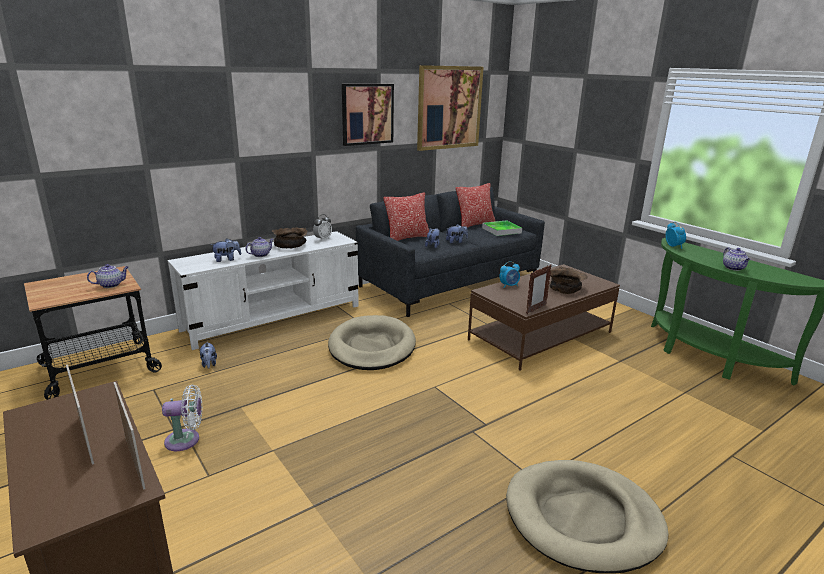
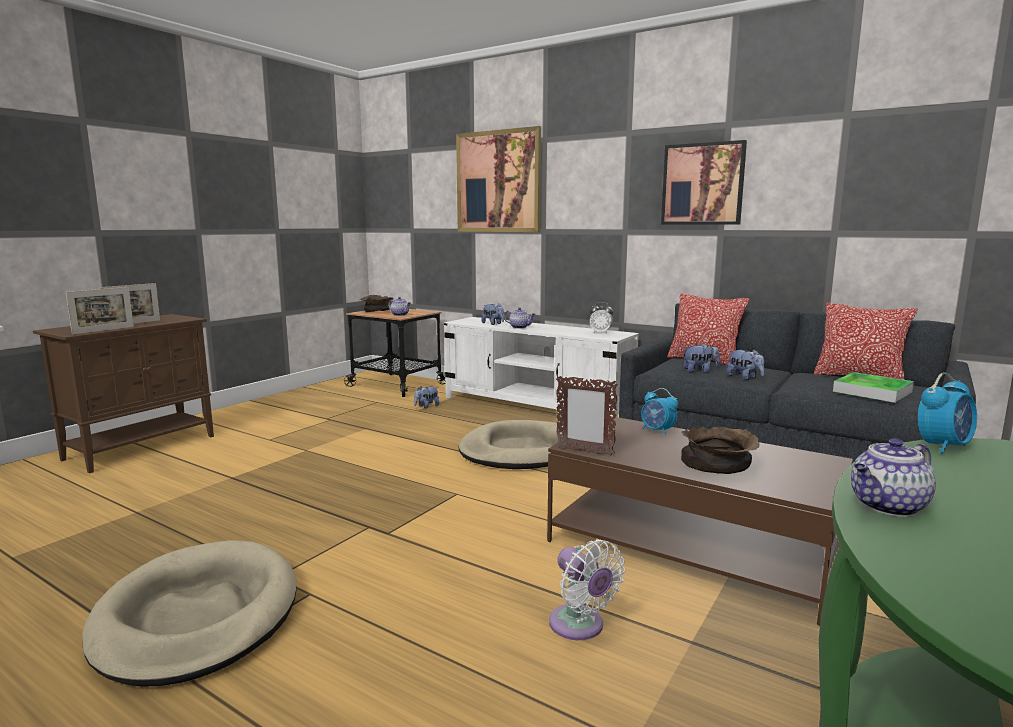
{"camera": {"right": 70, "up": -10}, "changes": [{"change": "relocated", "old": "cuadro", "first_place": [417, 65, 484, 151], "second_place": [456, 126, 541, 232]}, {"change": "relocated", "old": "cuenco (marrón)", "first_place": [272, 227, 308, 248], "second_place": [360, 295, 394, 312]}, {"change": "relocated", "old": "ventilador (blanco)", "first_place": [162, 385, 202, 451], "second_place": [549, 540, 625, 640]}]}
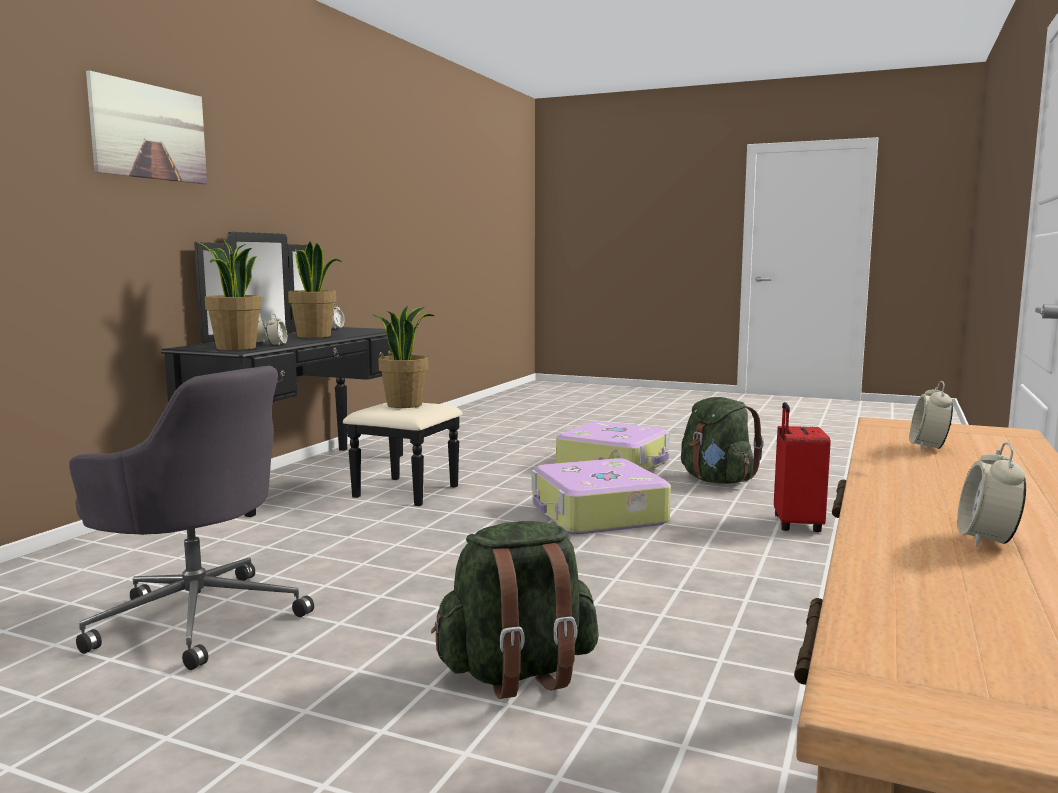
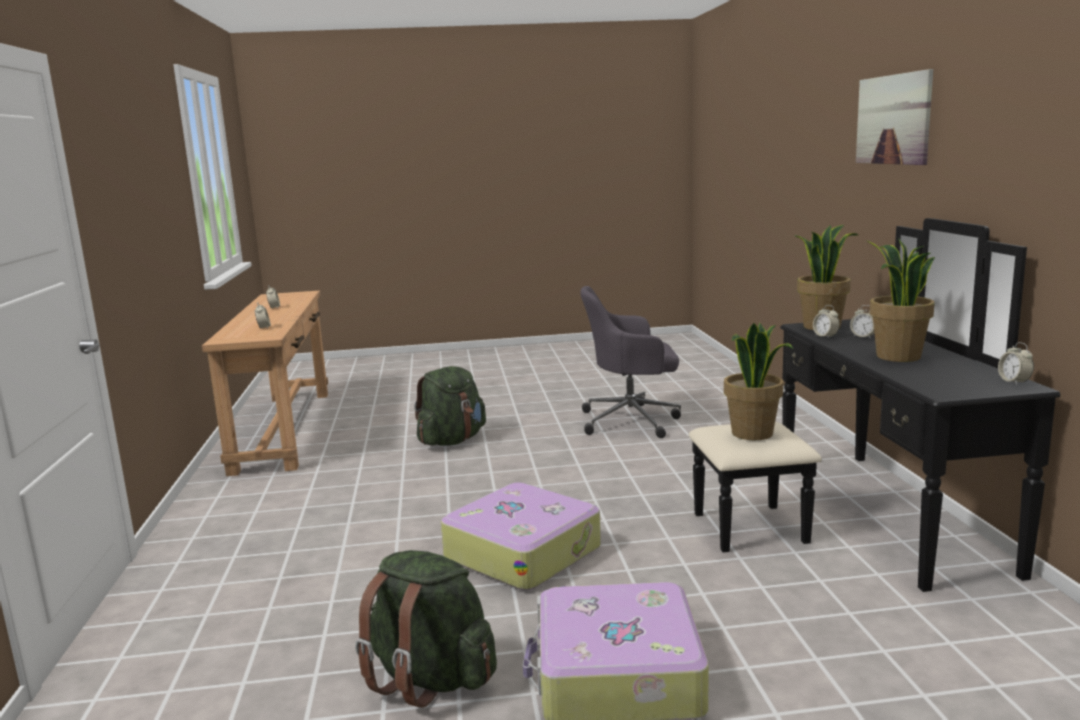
{"camera": {"right": 150, "up": 5}, "changes": [{"change": "missing", "old": "maleta (rojo)", "first_place": [774, 402, 831, 532]}]}
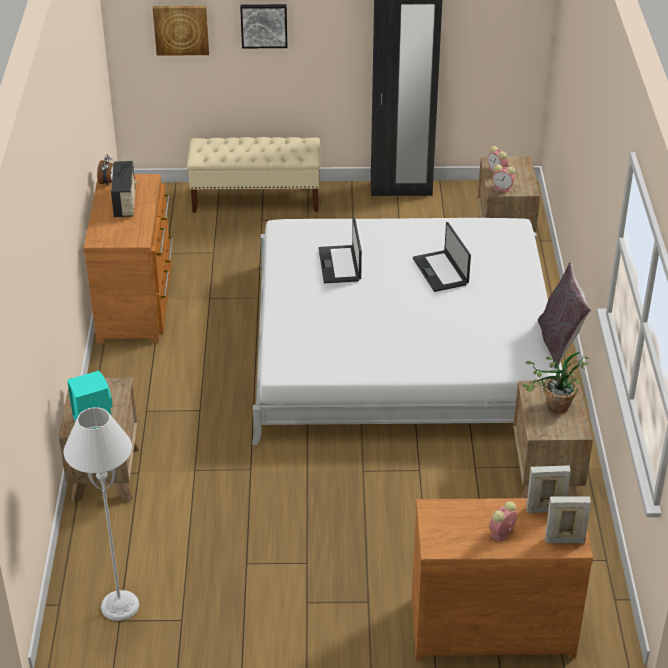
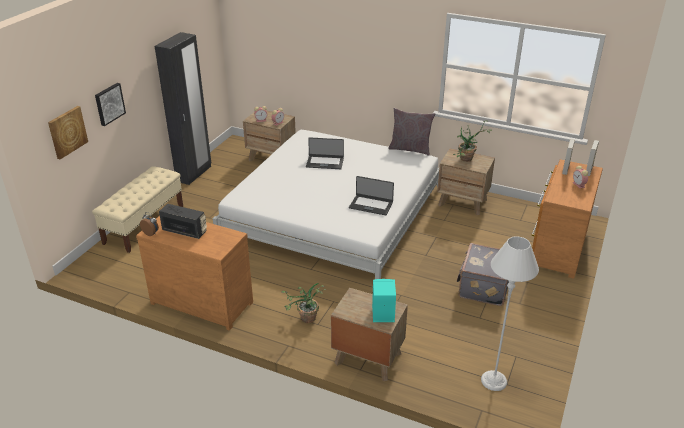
{"camera": {"right": -65, "up": -5}, "changes": [{"change": "relocated", "old": "portátil", "first_place": [318, 217, 362, 283], "second_place": [349, 176, 394, 215]}, {"change": "appeared", "new": "maleta (gris)", "second_place": [457, 243, 509, 306]}, {"change": "appeared", "new": "planta en maceta", "second_place": [282, 283, 326, 323]}]}
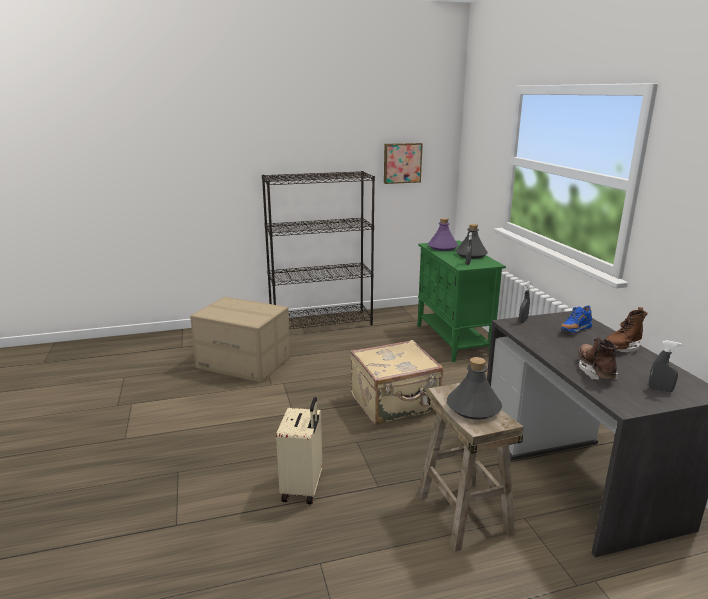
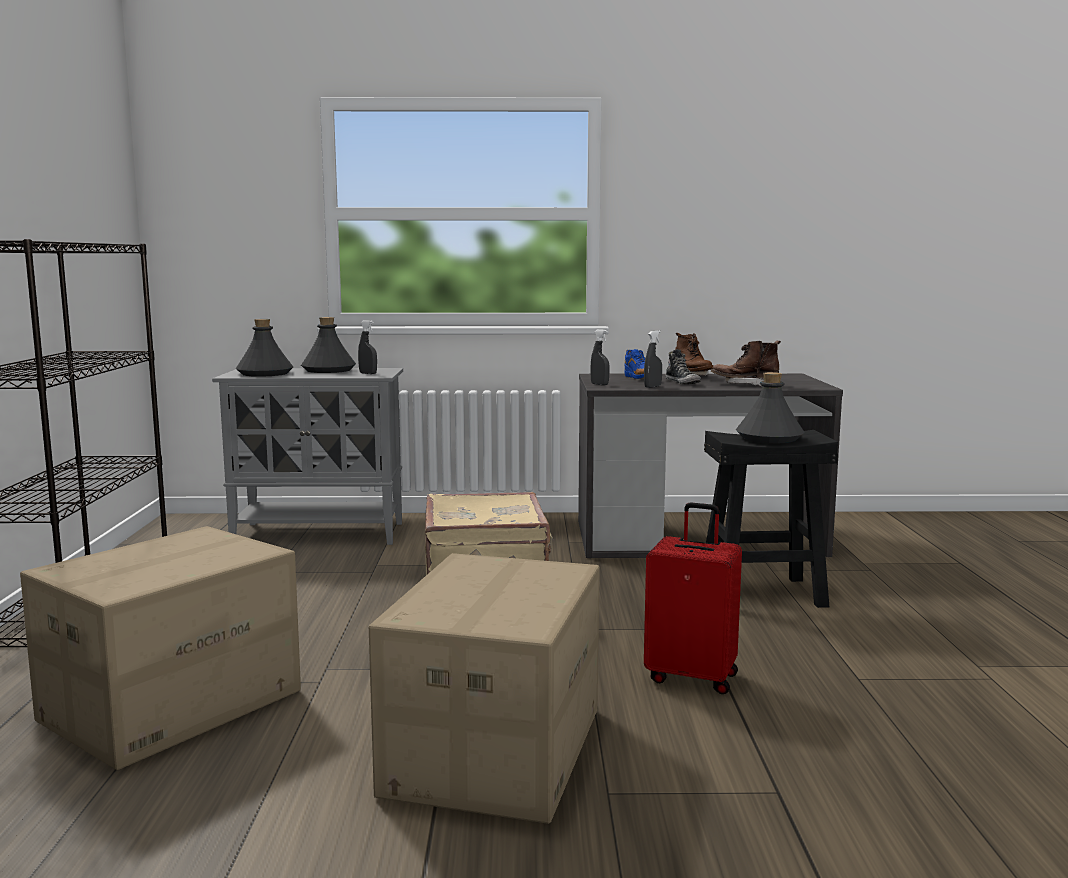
{"camera": {"right": -75, "up": -10}, "changes": [{"change": "missing", "old": "cuadro", "first_place": [384, 143, 423, 184]}, {"change": "colour", "old": "botella (morado)", "new": "botella (gris)", "first_place": [428, 218, 458, 251], "second_place": [236, 319, 293, 377]}, {"change": "colour", "old": "armario (verde)", "new": "armario (gris)", "first_place": [418, 241, 506, 362], "second_place": [212, 368, 403, 545]}, {"change": "relocated", "old": "pulverizador (gris)", "first_place": [649, 340, 682, 392], "second_place": [644, 330, 662, 388]}, {"change": "colour", "old": "taburete (beis)", "new": "taburete (negro)", "first_place": [417, 383, 524, 552], "second_place": [704, 430, 838, 608]}, {"change": "colour", "old": "maleta (beis)", "new": "maleta (rojo)", "first_place": [276, 397, 322, 504], "second_place": [644, 502, 742, 694]}, {"change": "appeared", "new": "zapato", "second_place": [666, 349, 701, 384]}, {"change": "appeared", "new": "caja de cartón", "second_place": [369, 553, 600, 824]}]}
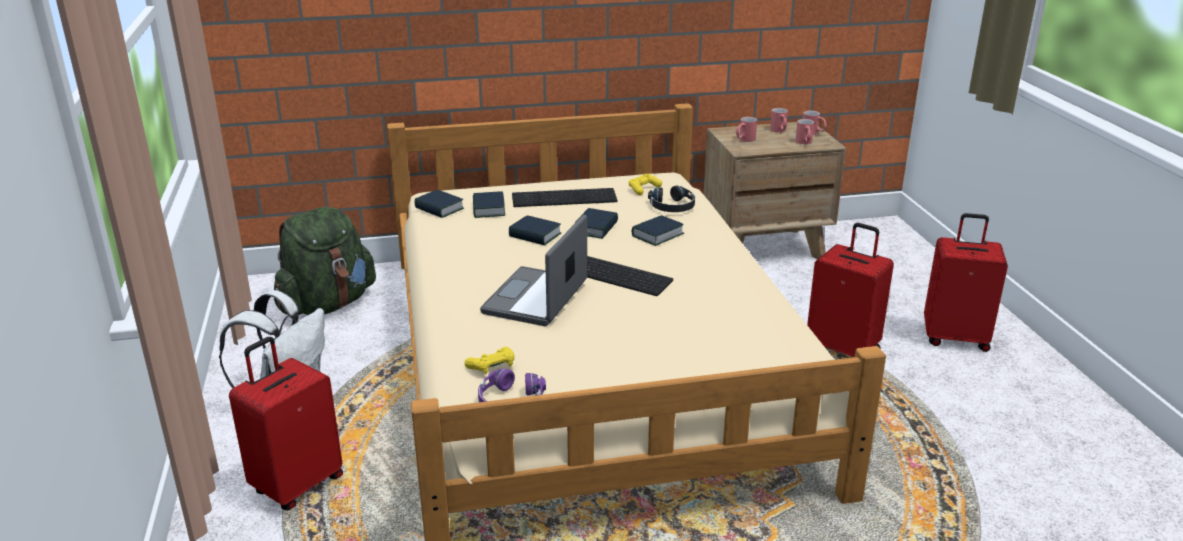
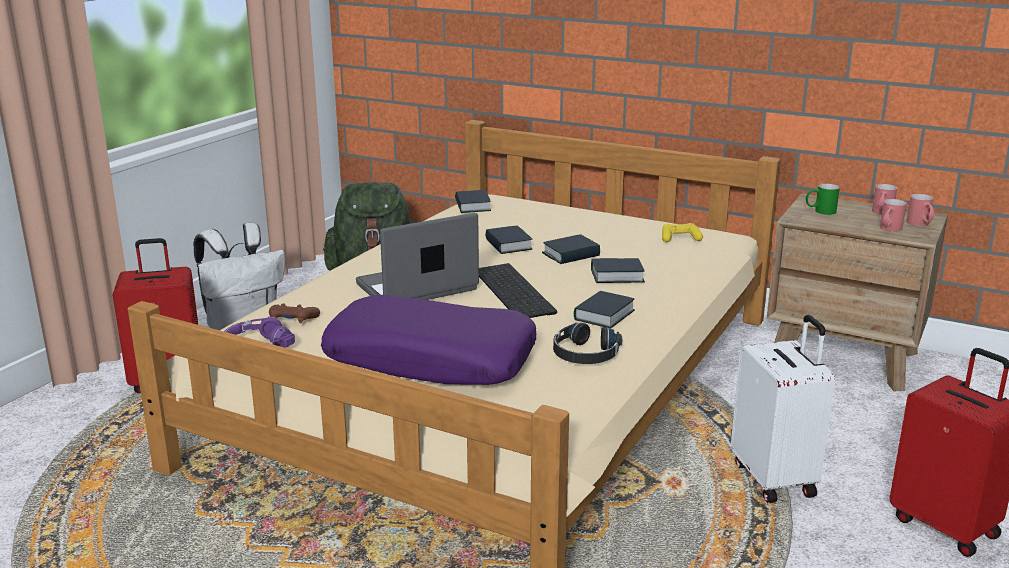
{"camera": {"right": 40, "up": -5}, "changes": [{"change": "colour", "old": "taza grande (rojo)", "new": "taza grande (verde)", "first_place": [736, 117, 757, 142], "second_place": [806, 184, 840, 215]}, {"change": "relocated", "old": "auriculares (negro)", "first_place": [648, 186, 695, 212], "second_place": [553, 323, 622, 364]}, {"change": "missing", "old": "teclado", "first_place": [512, 188, 617, 207]}, {"change": "relocated", "old": "libro", "first_place": [473, 191, 505, 218], "second_place": [574, 291, 635, 328]}, {"change": "colour", "old": "maleta (rojo)", "new": "maleta (blanco)", "first_place": [807, 223, 894, 357], "second_place": [731, 315, 835, 503]}, {"change": "colour", "old": "mando de consola (amarillo)", "new": "mando de consola (marrón)", "first_place": [464, 347, 515, 374], "second_place": [269, 303, 320, 324]}, {"change": "appeared", "new": "cojín (morado)", "second_place": [321, 295, 536, 385]}]}
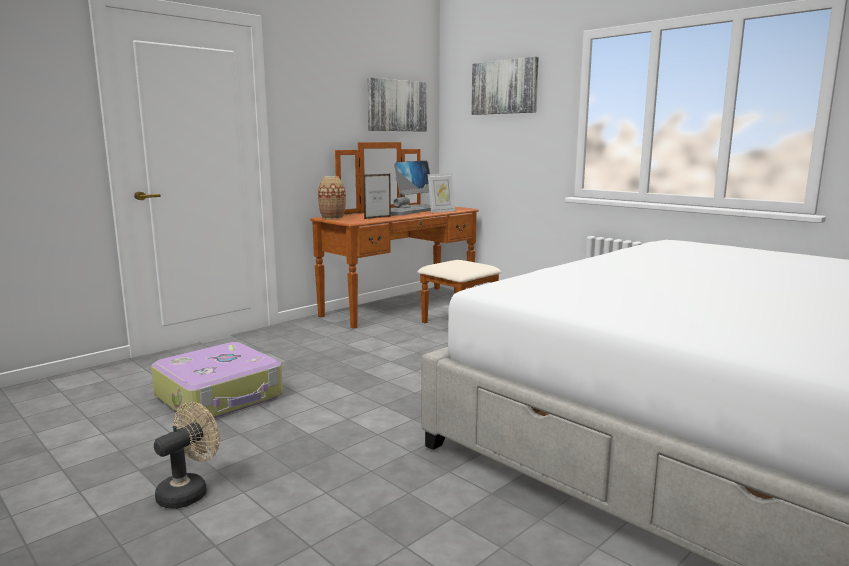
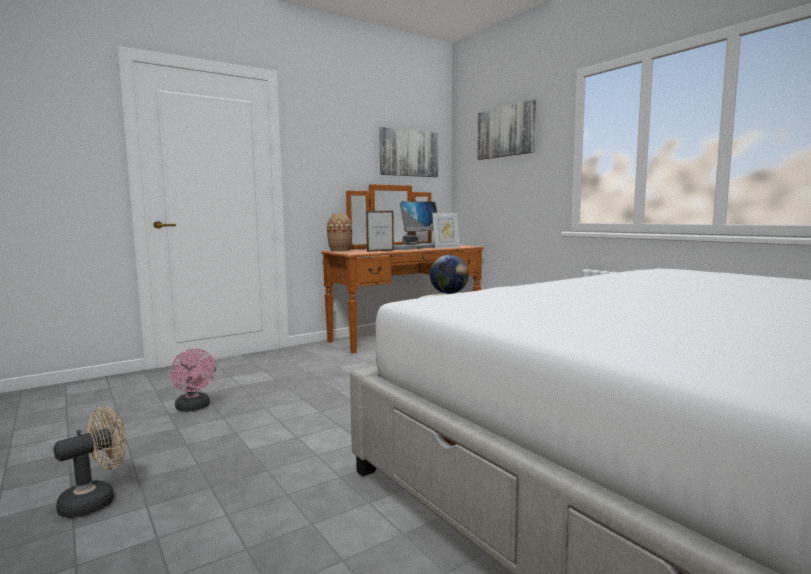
{"camera": {"right": 10, "up": -5}, "changes": [{"change": "exchanged", "old": "maleta", "new": "ventilador (rosa)", "first_place": [151, 342, 283, 421], "second_place": [170, 349, 216, 412]}, {"change": "appeared", "new": "globo terráqueo", "second_place": [430, 255, 469, 294]}]}
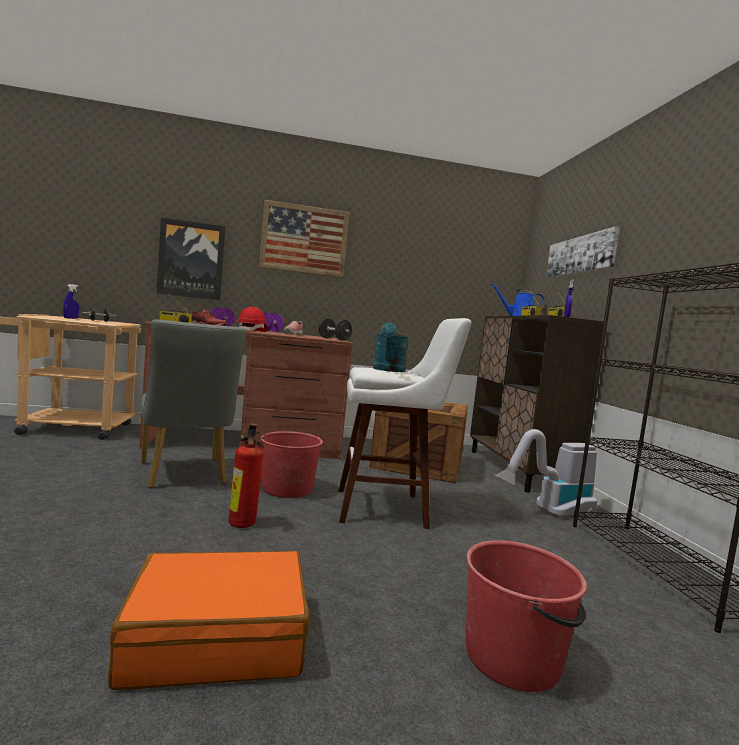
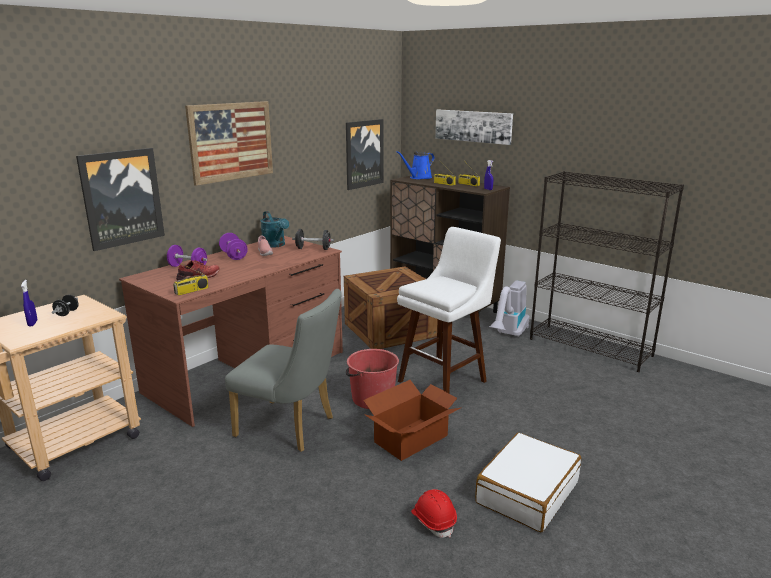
{"camera": {"right": -40, "up": 15}, "changes": [{"change": "relocated", "old": "casco (rojo)", "first_place": [237, 307, 268, 332], "second_place": [411, 489, 457, 538]}, {"change": "relocated", "old": "regadera (turquesa)", "first_place": [373, 322, 408, 372], "second_place": [260, 211, 289, 248]}, {"change": "exchanged", "old": "extintor", "new": "caja de cartón", "first_place": [228, 423, 265, 528], "second_place": [363, 380, 460, 461]}, {"change": "missing", "old": "cubo (rojo)", "first_place": [466, 540, 587, 692]}, {"change": "colour", "old": "maleta (naranja)", "new": "maleta (blanco)", "first_place": [108, 551, 309, 690], "second_place": [475, 433, 581, 532]}, {"change": "appeared", "new": "cuadro", "second_place": [346, 119, 384, 190]}]}
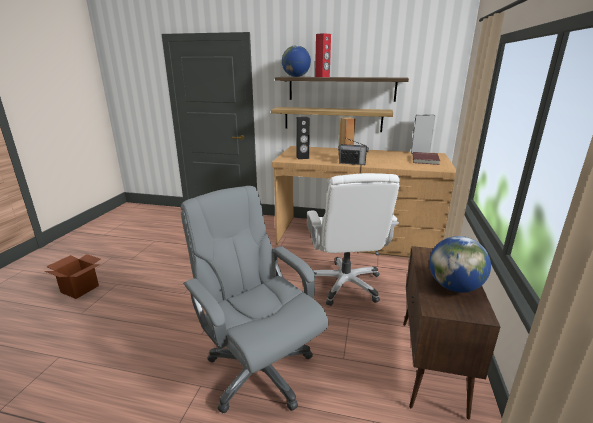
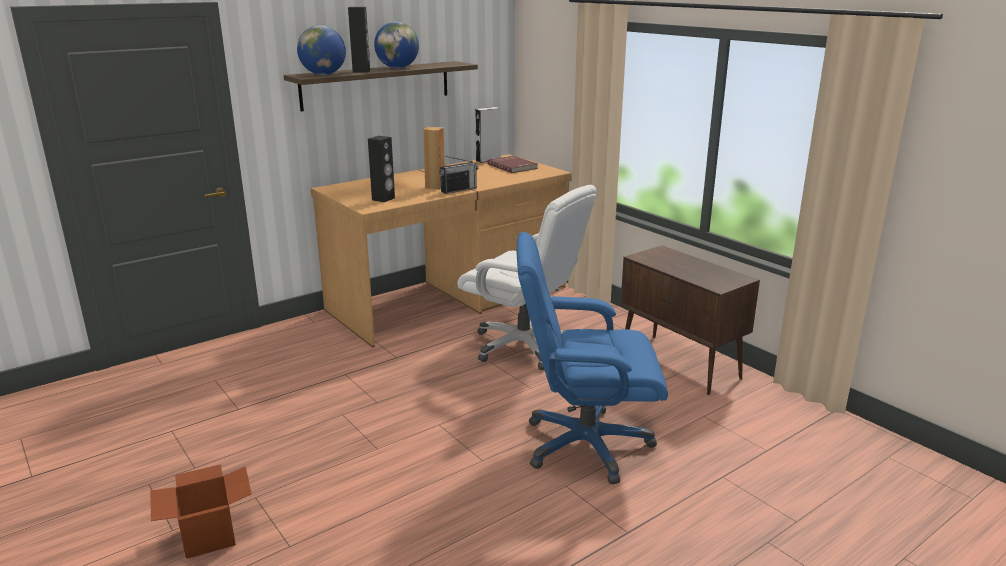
{"camera": {"right": -50, "up": 0}, "changes": [{"change": "colour", "old": "altavoz (rojo)", "new": "altavoz (negro)", "first_place": [315, 33, 331, 77], "second_place": [348, 7, 370, 73]}, {"change": "missing", "old": "estante", "first_place": [271, 107, 393, 132]}, {"change": "colour", "old": "silla de oficina (gris)", "new": "silla de oficina (azul)", "first_place": [181, 186, 329, 413], "second_place": [517, 232, 668, 484]}, {"change": "relocated", "old": "globo terráqueo", "first_place": [429, 236, 491, 293], "second_place": [374, 22, 419, 68]}]}
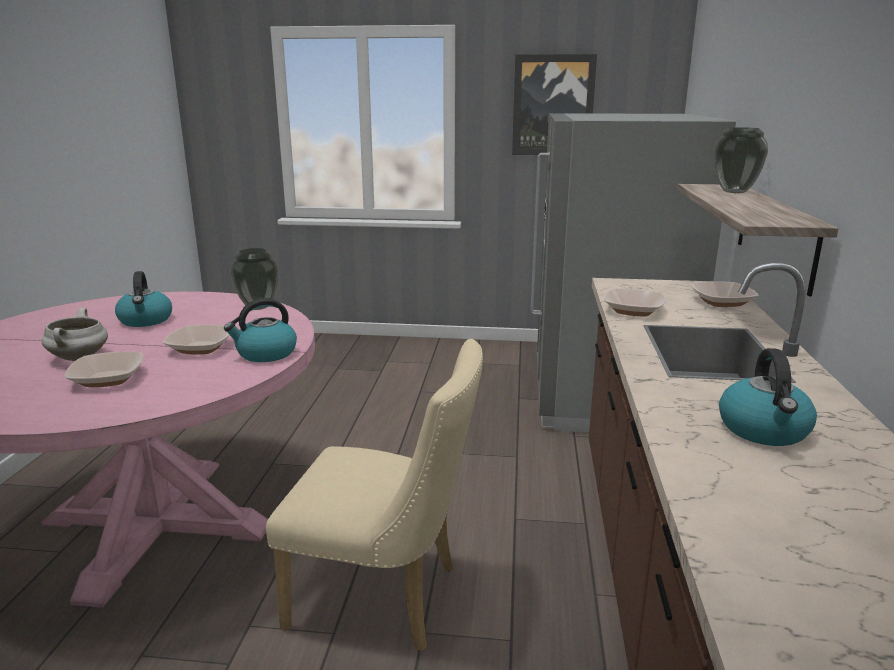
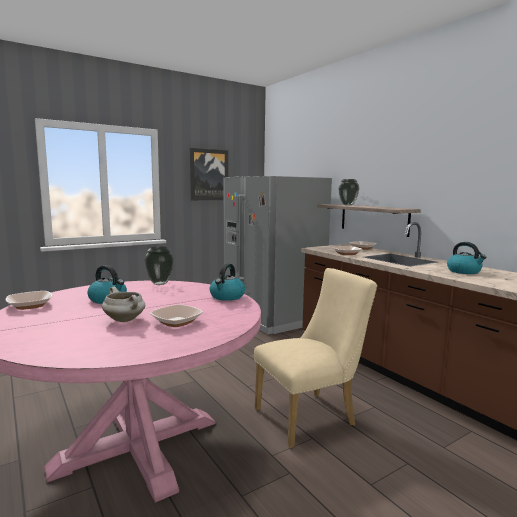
{"camera": {"right": -40, "up": -10}, "changes": [{"change": "relocated", "old": "cuenco", "first_place": [163, 325, 230, 355], "second_place": [6, 291, 52, 310]}]}
